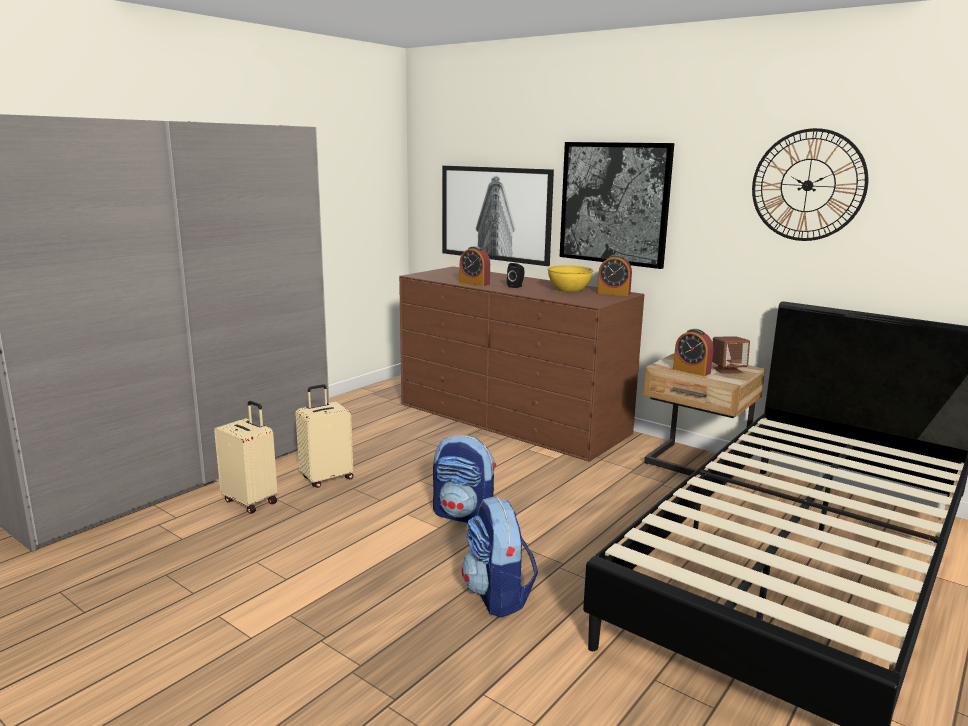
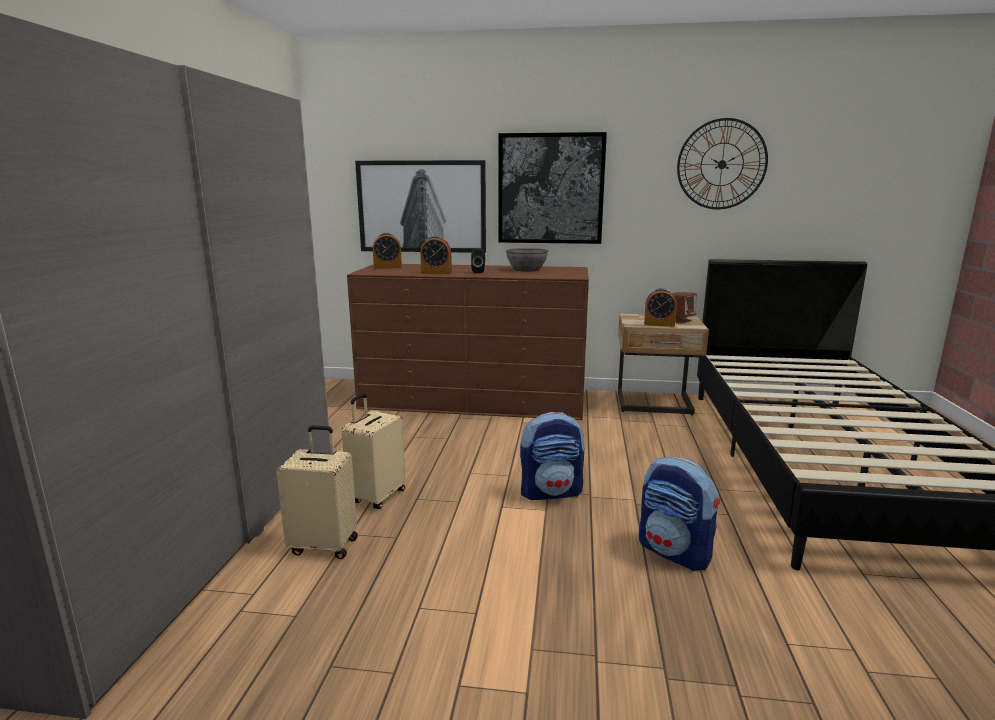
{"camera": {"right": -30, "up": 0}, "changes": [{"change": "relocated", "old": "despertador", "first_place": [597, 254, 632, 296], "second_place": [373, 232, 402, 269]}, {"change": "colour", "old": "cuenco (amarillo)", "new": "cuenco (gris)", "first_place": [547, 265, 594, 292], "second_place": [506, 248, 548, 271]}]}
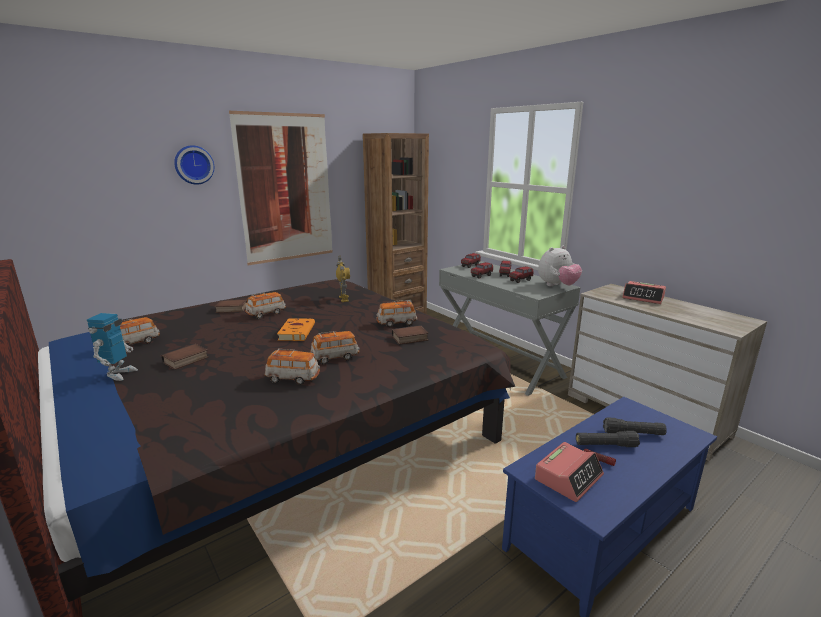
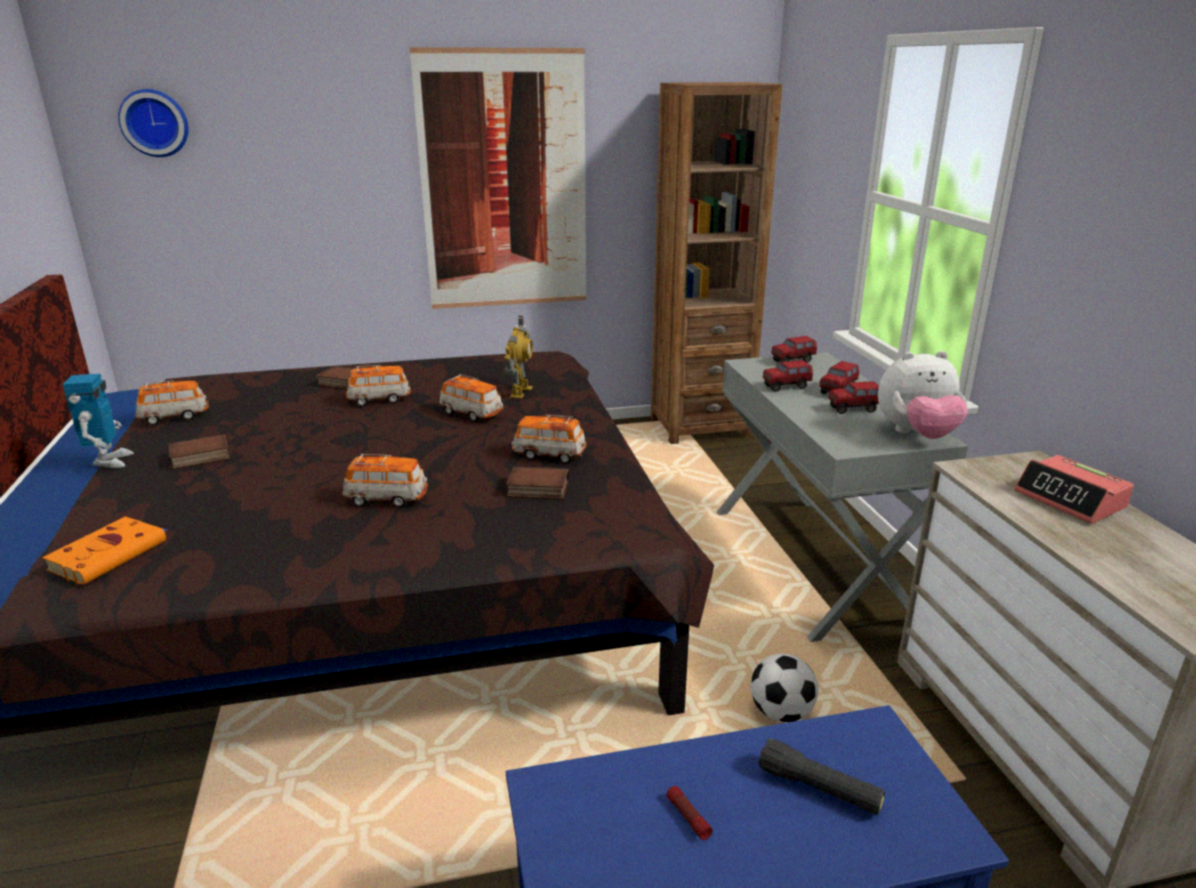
{"camera": {"right": 25, "up": 5}, "changes": [{"change": "relocated", "old": "reloj de pared", "first_place": [174, 145, 214, 185], "second_place": [118, 89, 188, 157]}, {"change": "spun", "old": "robot de juguete", "first_place": [87, 313, 138, 381], "second_place": [62, 374, 134, 468], "degrees": -45}, {"change": "relocated", "old": "libro (naranja)", "first_place": [277, 318, 315, 341], "second_place": [42, 516, 168, 585]}, {"change": "relocated", "old": "coche de juguete", "first_place": [264, 349, 320, 385], "second_place": [439, 374, 503, 422]}, {"change": "missing", "old": "linterna (negro)", "first_place": [576, 431, 640, 447]}, {"change": "missing", "old": "despertador", "first_place": [535, 442, 604, 502]}, {"change": "appeared", "new": "balón de fútbol", "second_place": [750, 654, 818, 722]}]}
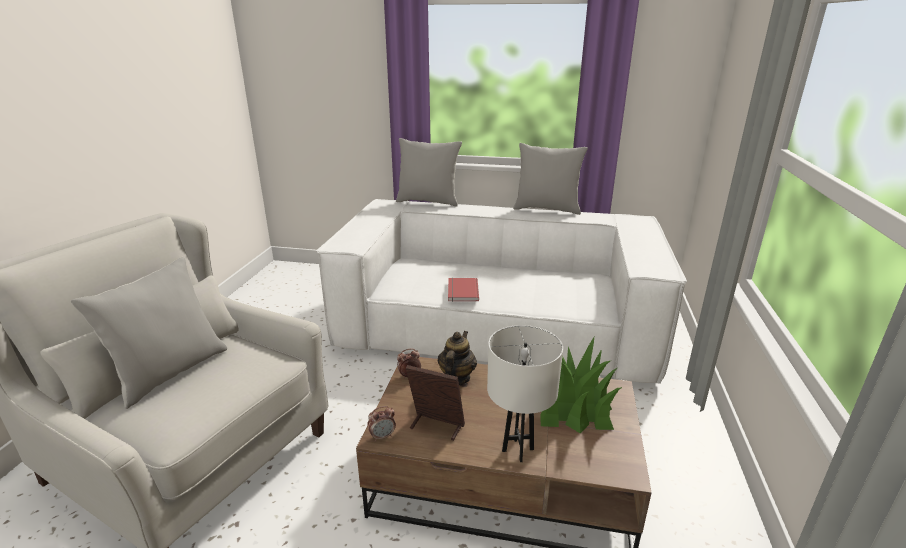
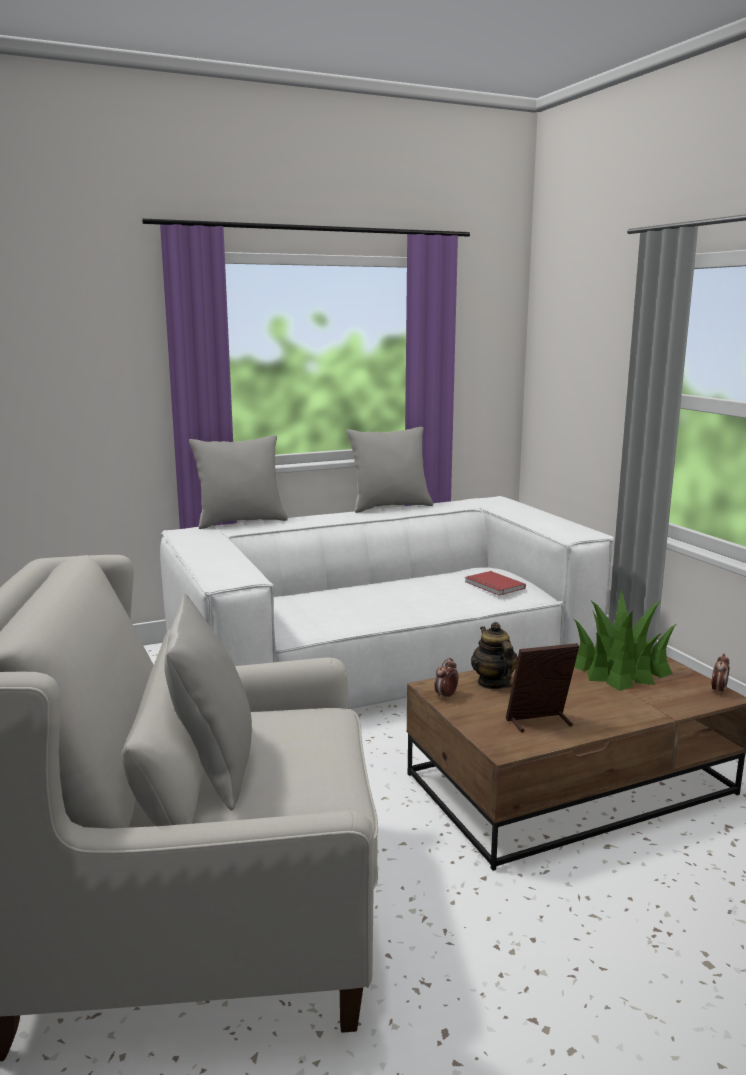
{"camera": {"right": -35, "up": -10}, "changes": [{"change": "relocated", "old": "libro (rojo)", "first_place": [448, 278, 479, 302], "second_place": [465, 571, 526, 596]}, {"change": "missing", "old": "lámpara de mesa (blanco)", "first_place": [487, 325, 563, 462]}, {"change": "relocated", "old": "despertador", "first_place": [367, 406, 396, 442], "second_place": [711, 653, 730, 695]}]}
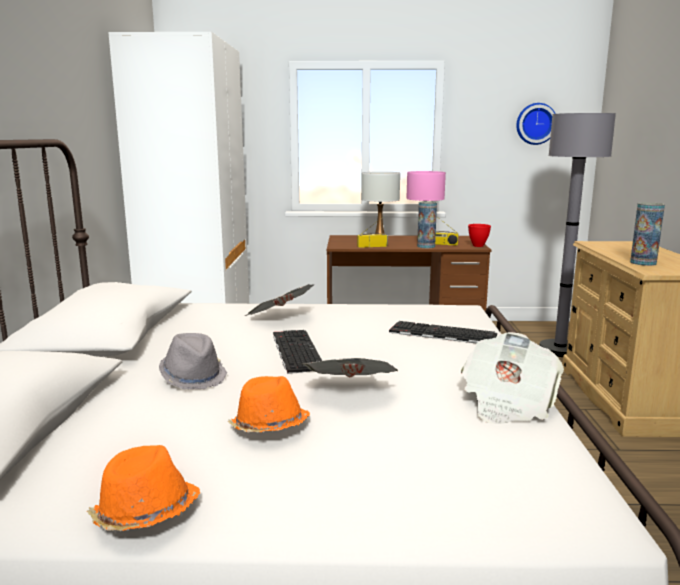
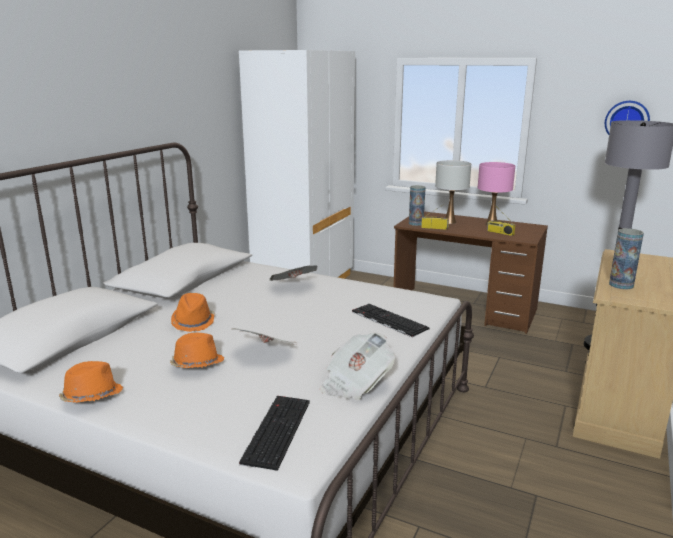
{"camera": {"right": 25, "up": 5}, "changes": [{"change": "relocated", "old": "florero", "first_place": [417, 201, 437, 248], "second_place": [409, 185, 426, 226]}, {"change": "missing", "old": "cuenco (rojo)", "first_place": [468, 224, 491, 247]}, {"change": "relocated", "old": "teclado", "first_place": [273, 330, 322, 374], "second_place": [239, 396, 310, 471]}, {"change": "colour", "old": "sombrero (gris)", "new": "sombrero (naranja)", "first_place": [159, 333, 228, 390], "second_place": [171, 293, 215, 332]}]}
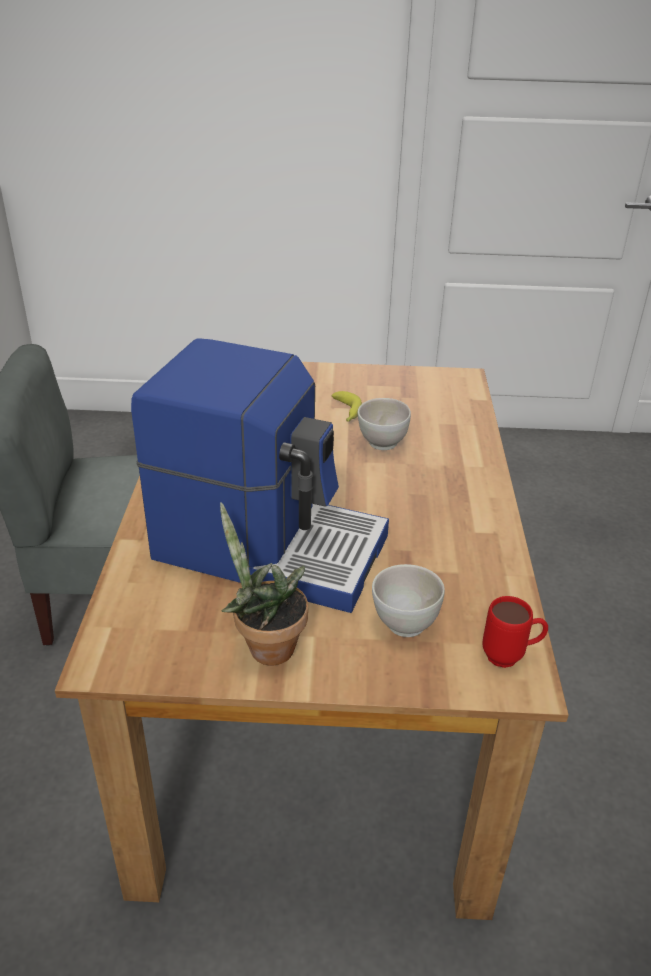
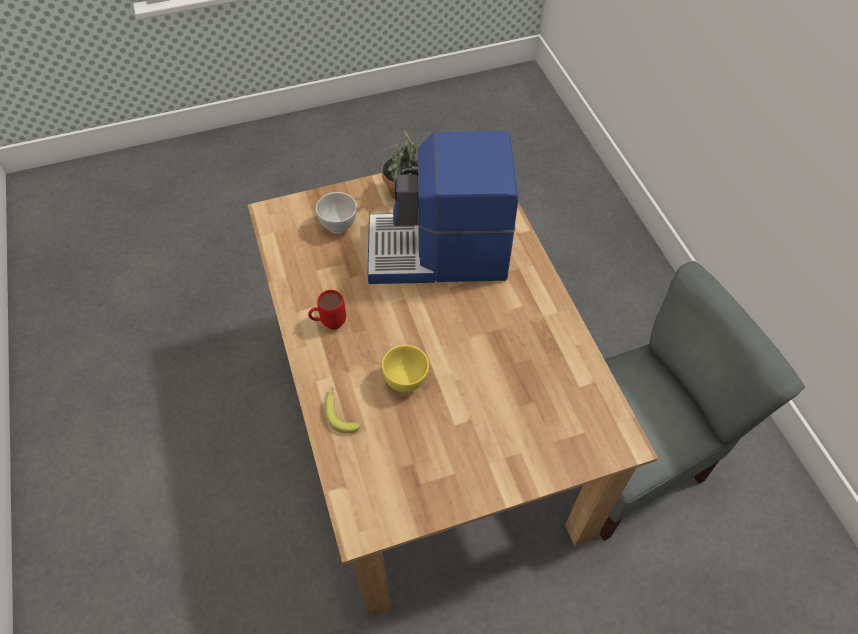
{"camera": {"right": 160, "up": 20}, "changes": [{"change": "relocated", "old": "plátano", "first_place": [331, 391, 362, 422], "second_place": [325, 386, 361, 433]}, {"change": "colour", "old": "cuenco (blanco)", "new": "cuenco (amarillo)", "first_place": [358, 398, 411, 450], "second_place": [382, 345, 429, 393]}, {"change": "relocated", "old": "taza grande (rojo)", "first_place": [482, 596, 548, 668], "second_place": [308, 290, 346, 330]}]}
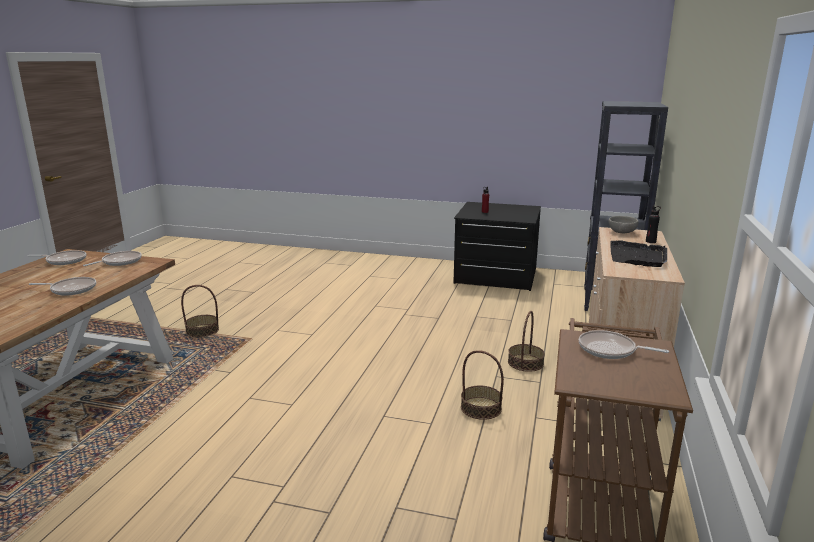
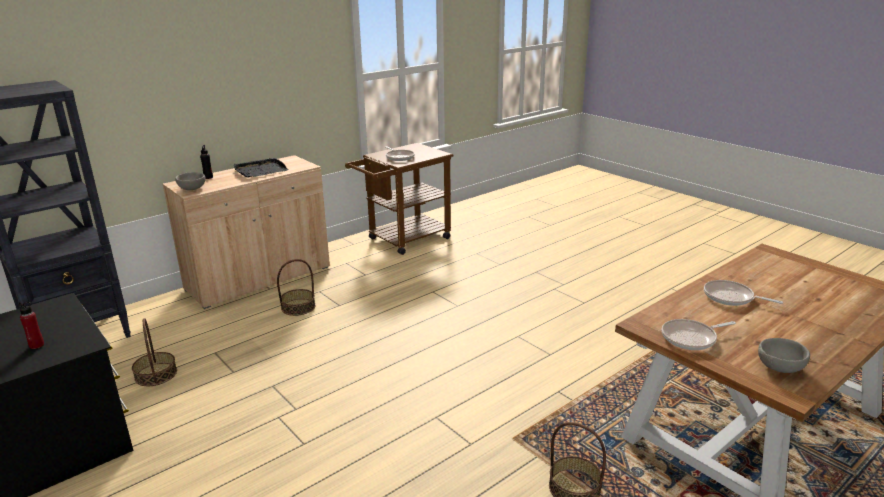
{"camera": {"right": -145, "up": 5}, "changes": [{"change": "exchanged", "old": "sartén", "new": "cuenco (gris)", "first_place": [28, 250, 86, 265], "second_place": [758, 338, 810, 373]}, {"change": "relocated", "old": "cesta", "first_place": [461, 350, 504, 420], "second_place": [132, 318, 177, 386]}]}
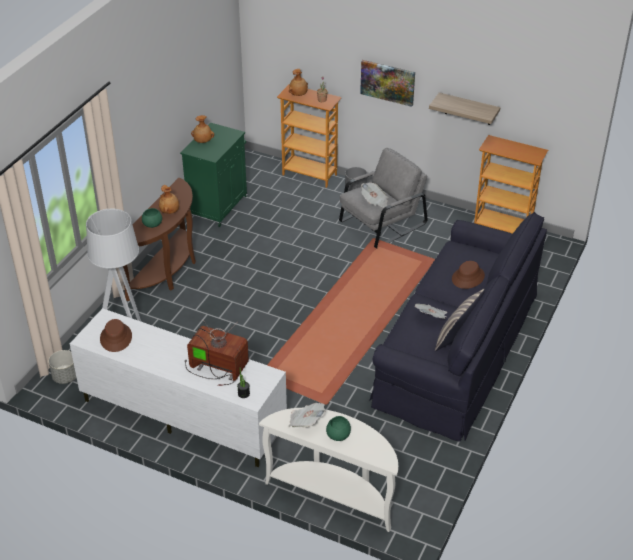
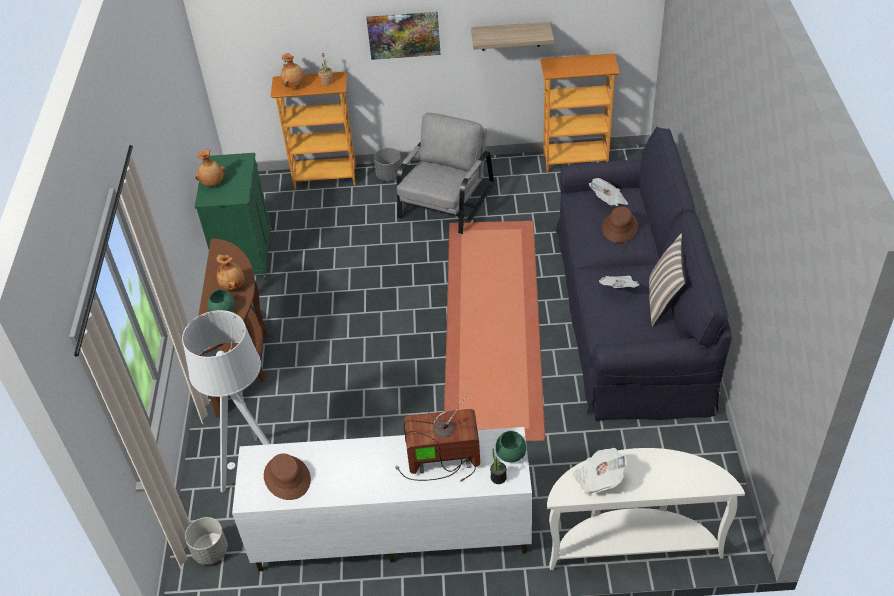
{"camera": {"right": -25, "up": 5}, "changes": [{"change": "relocated", "old": "periódico", "first_place": [361, 182, 388, 208], "second_place": [589, 178, 628, 206]}, {"change": "relocated", "old": "cuenco (verde)", "first_place": [326, 416, 351, 441], "second_place": [496, 431, 526, 462]}]}
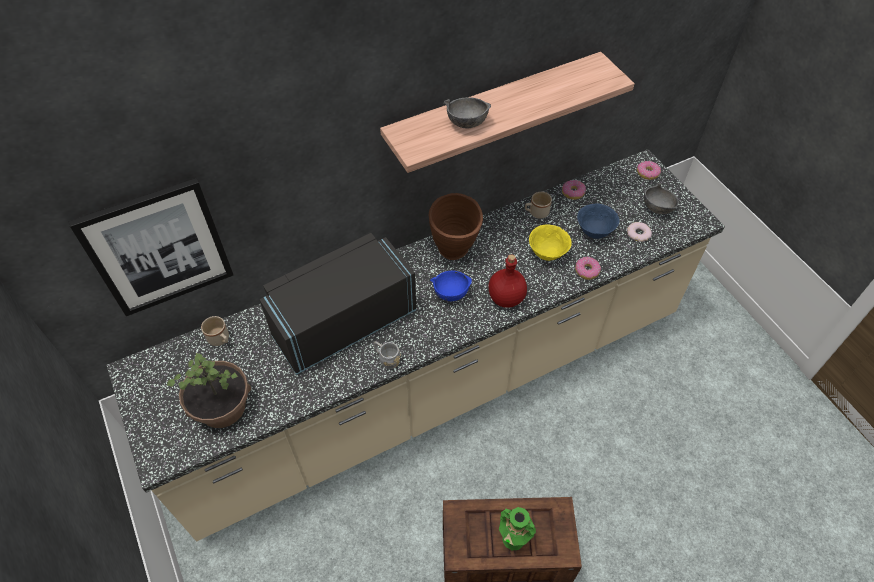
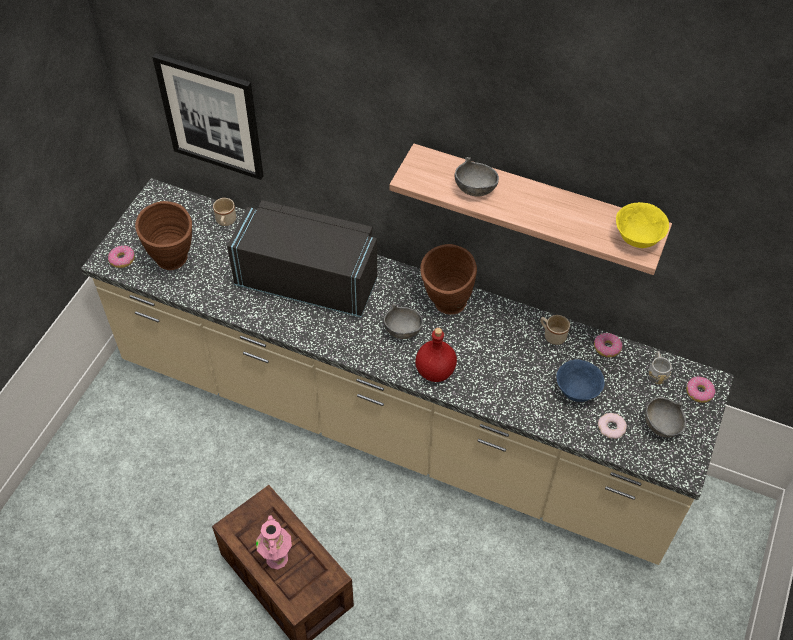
{"camera": {"right": 50, "up": 0}, "changes": [{"change": "relocated", "old": "cuenco (amarillo)", "first_place": [529, 224, 572, 261], "second_place": [616, 202, 669, 248]}, {"change": "relocated", "old": "rosquilla", "first_place": [575, 257, 601, 280], "second_place": [108, 245, 135, 268]}, {"change": "colour", "old": "cuenco (azul)", "new": "cuenco (gris)", "first_place": [430, 271, 472, 301], "second_place": [384, 304, 423, 339]}, {"change": "relocated", "old": "taza grande (gris)", "first_place": [373, 341, 401, 369], "second_place": [648, 351, 672, 385]}, {"change": "exchanged", "old": "planta en maceta", "new": "florero (marrón)", "first_place": [167, 353, 251, 428], "second_place": [135, 201, 192, 270]}, {"change": "colour", "old": "florero (verde)", "new": "florero (rosa)", "first_place": [499, 507, 536, 550], "second_place": [256, 515, 292, 569]}]}
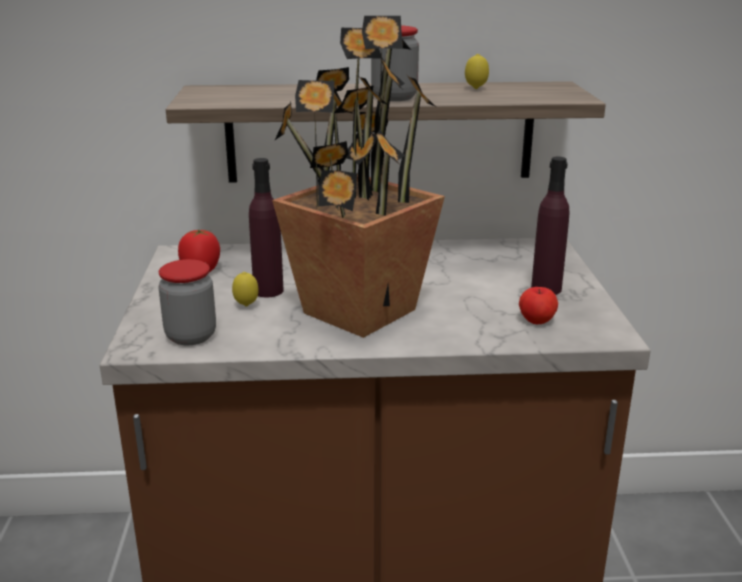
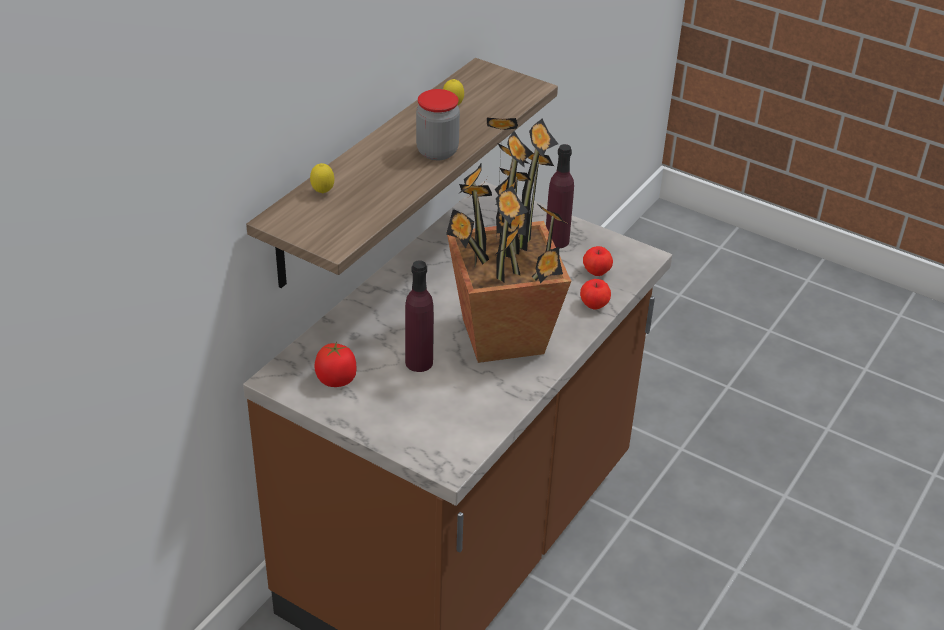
{"camera": {"right": -55, "up": 15}, "changes": [{"change": "missing", "old": "tarro", "first_place": [158, 259, 216, 345]}, {"change": "relocated", "old": "limón", "first_place": [232, 272, 259, 306], "second_place": [310, 163, 334, 194]}, {"change": "appeared", "new": "manzana", "second_place": [580, 279, 611, 310]}]}
